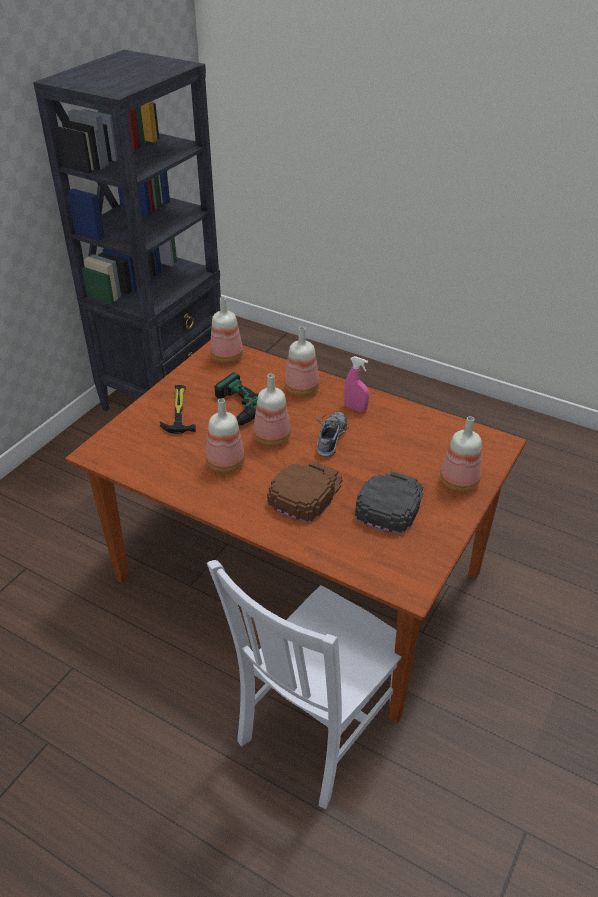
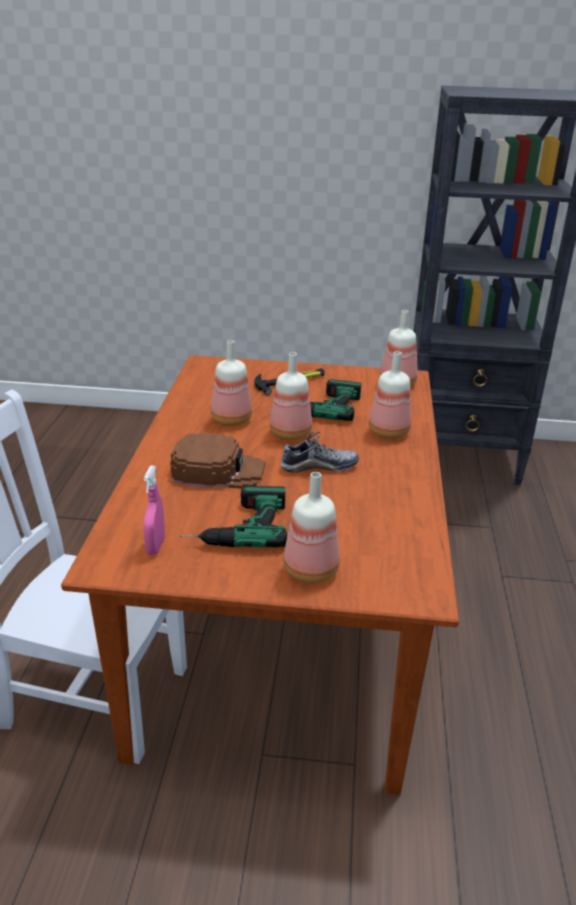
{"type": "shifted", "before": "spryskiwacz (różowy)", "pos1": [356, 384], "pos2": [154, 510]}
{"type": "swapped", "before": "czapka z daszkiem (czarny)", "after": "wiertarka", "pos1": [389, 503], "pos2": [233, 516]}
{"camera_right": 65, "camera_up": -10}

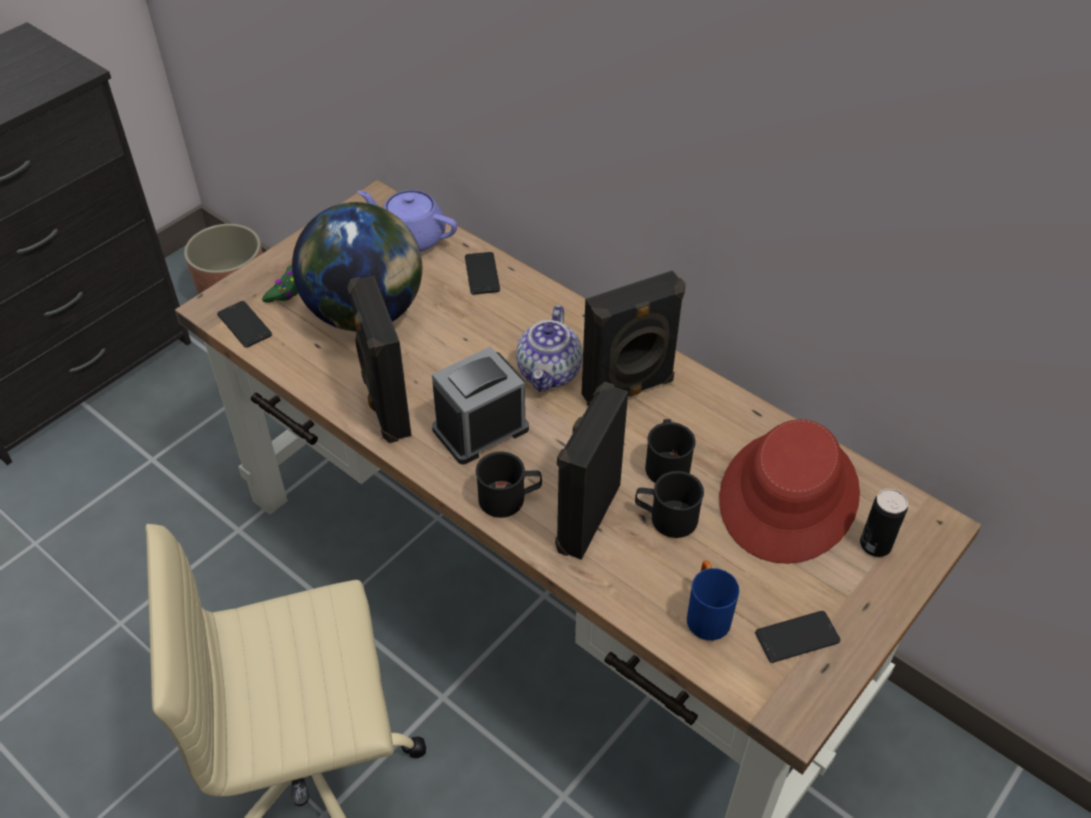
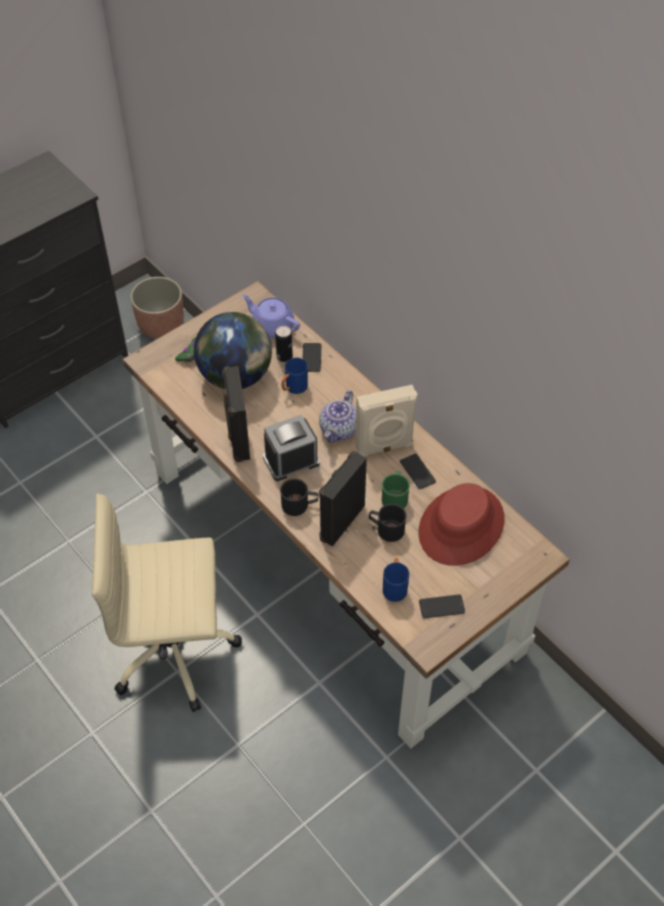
{"type": "shifted", "before": "telefon", "pos1": [244, 324], "pos2": [418, 471]}
{"type": "repainted", "before": "głośnik (czarny)", "after": "głośnik (beżowy)", "pos1": [633, 338], "pos2": [386, 421]}
{"type": "repainted", "before": "kubek (czarny)", "after": "kubek (zielony)", "pos1": [670, 451], "pos2": [396, 490]}
{"type": "shifted", "before": "puszka", "pos1": [884, 523], "pos2": [284, 344]}
{"type": "new", "after": "kubek (niebieski)", "pos2": [294, 376]}
{"camera_right": 10, "camera_up": 5}

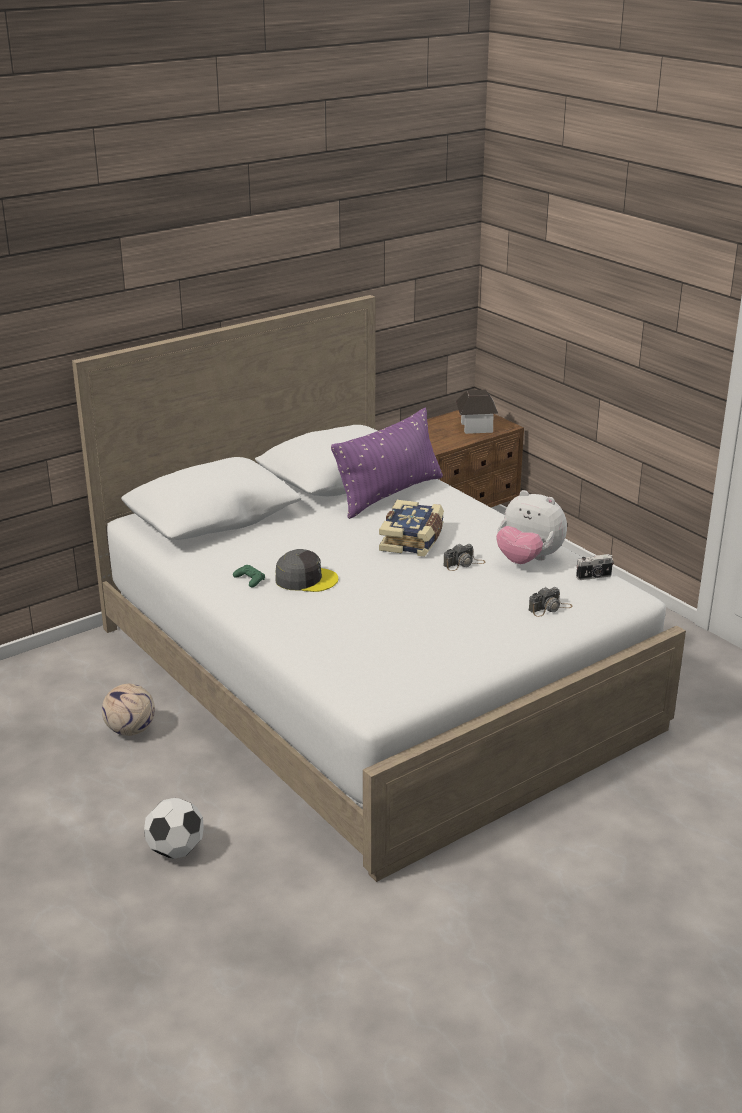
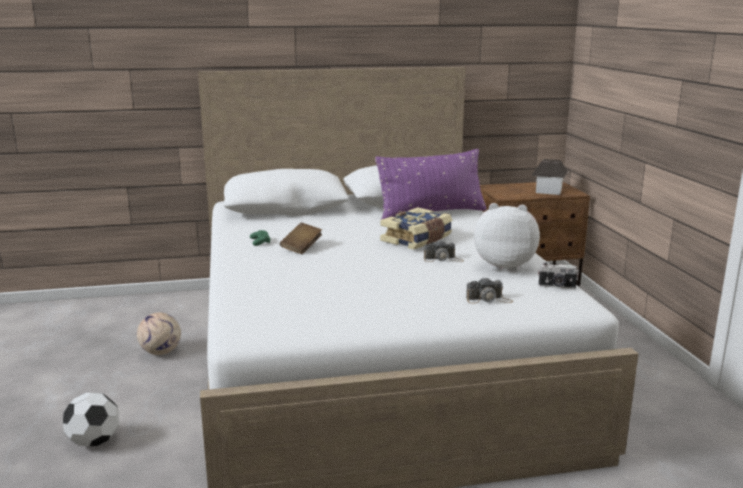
{"type": "swapped", "before": "czapka z daszkiem (szary)", "after": "książka (brązowy)", "pos1": [306, 570], "pos2": [301, 238]}
{"type": "rotated", "before": "pluszak", "pos1": [531, 527], "pos2": [507, 237], "turn": 135}
{"camera_right": 25, "camera_up": -10}

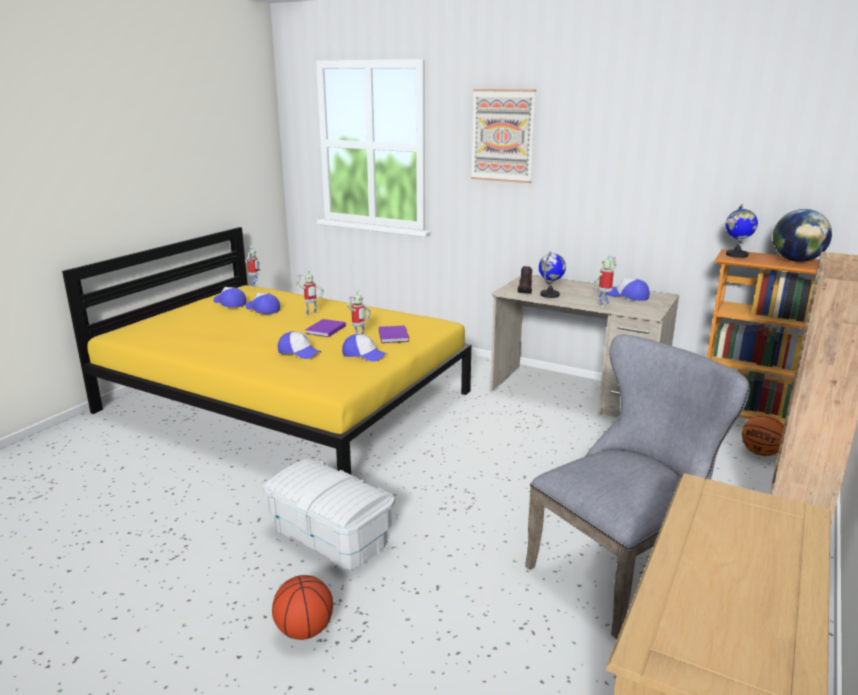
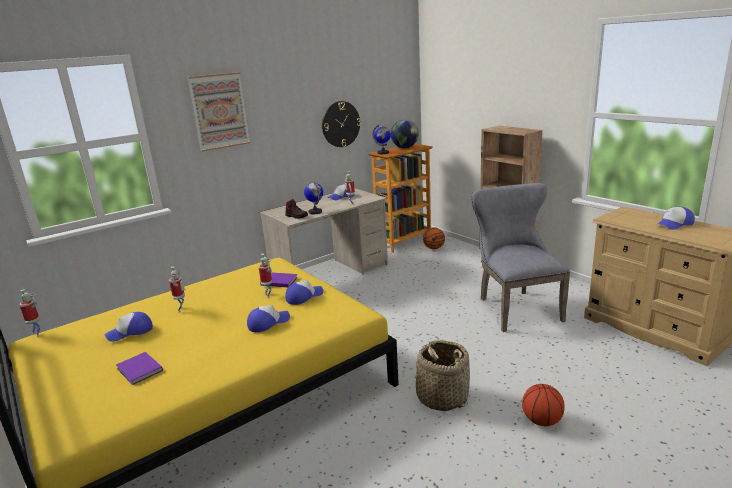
{"type": "shifted", "before": "czapka z daszkiem", "pos1": [229, 297], "pos2": [676, 218]}
{"type": "swapped", "before": "pojemnik do przechowywania (biały)", "after": "koszyk", "pos1": [329, 514], "pos2": [443, 375]}
{"type": "shifted", "before": "książka (fioletowy)", "pos1": [325, 328], "pos2": [139, 368]}
{"type": "new", "after": "zegar ścienny", "pos2": [341, 124]}
{"camera_right": -65, "camera_up": 0}

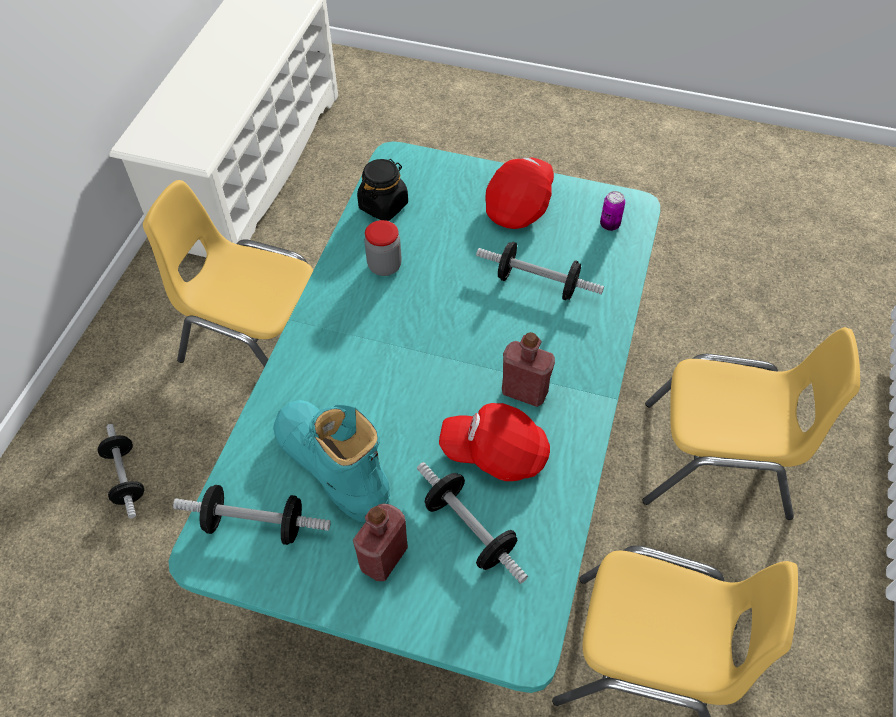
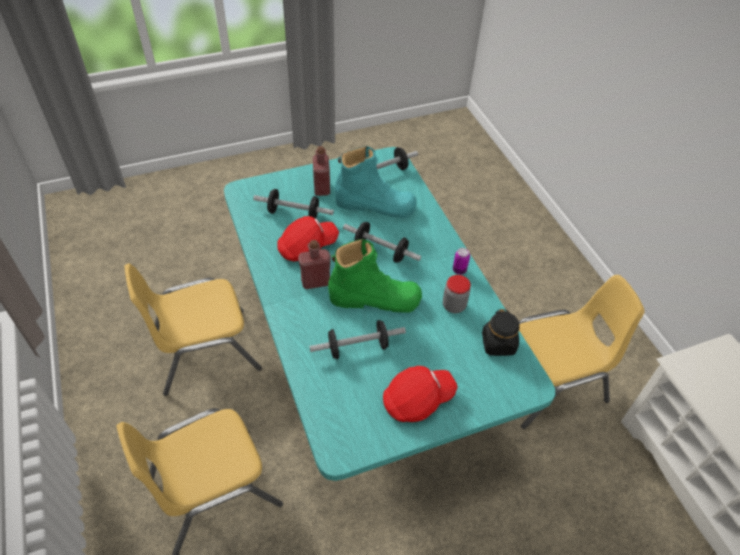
{"type": "shifted", "before": "hantel", "pos1": [121, 471], "pos2": [382, 242]}
{"type": "rotated", "before": "czapka z daszkiem (czerwony)", "pos1": [520, 193], "pos2": [420, 394], "turn": -105}
{"type": "shifted", "before": "puszka", "pos1": [612, 211], "pos2": [461, 261]}
{"type": "new", "after": "but z cholewką (zielony)", "pos2": [375, 275]}
{"camera_right": 140, "camera_up": -5}

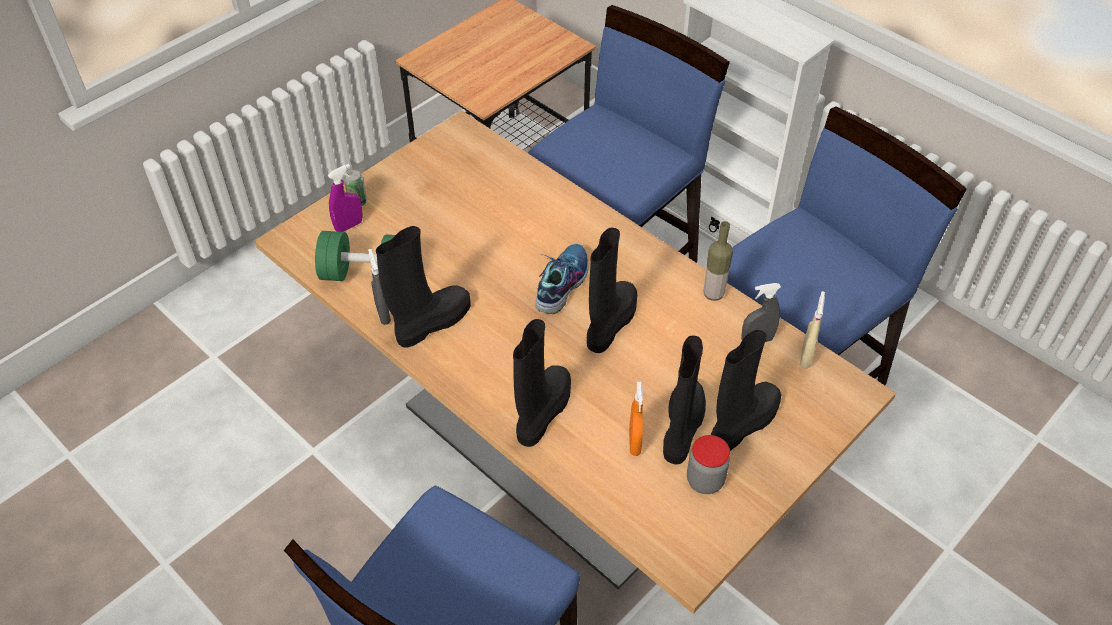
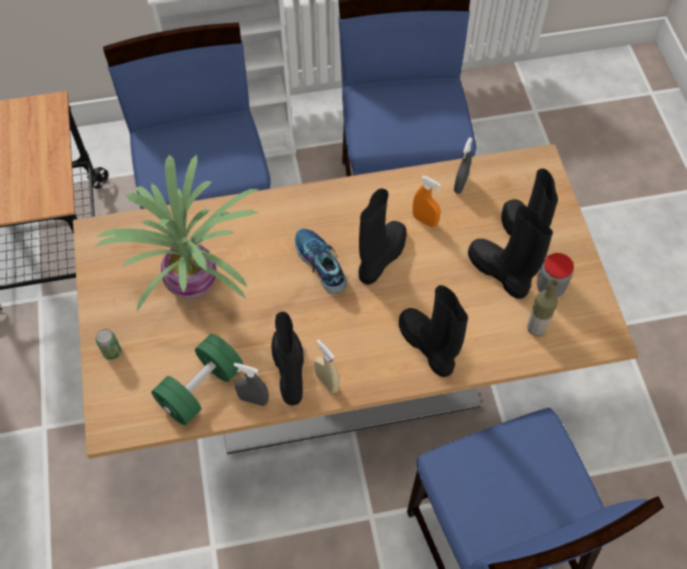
{"type": "gone", "before": "spryskiwacz (fioletowy)", "pos1": [345, 198]}
{"type": "rotated", "before": "but z cholewką (czarny)", "pos1": [612, 290], "pos2": [382, 236], "turn": 60}
{"type": "shifted", "before": "spryskiwacz (pomarańczowy)", "pos1": [636, 419], "pos2": [427, 201]}
{"type": "shifted", "before": "butelka", "pos1": [718, 261], "pos2": [542, 307]}
{"type": "shifted", "before": "spryskiwacz (beżowy)", "pos1": [812, 330], "pos2": [327, 366]}
{"type": "new", "after": "roślina doniczkowa", "pos2": [177, 233]}
{"camera_right": -55, "camera_up": 10}

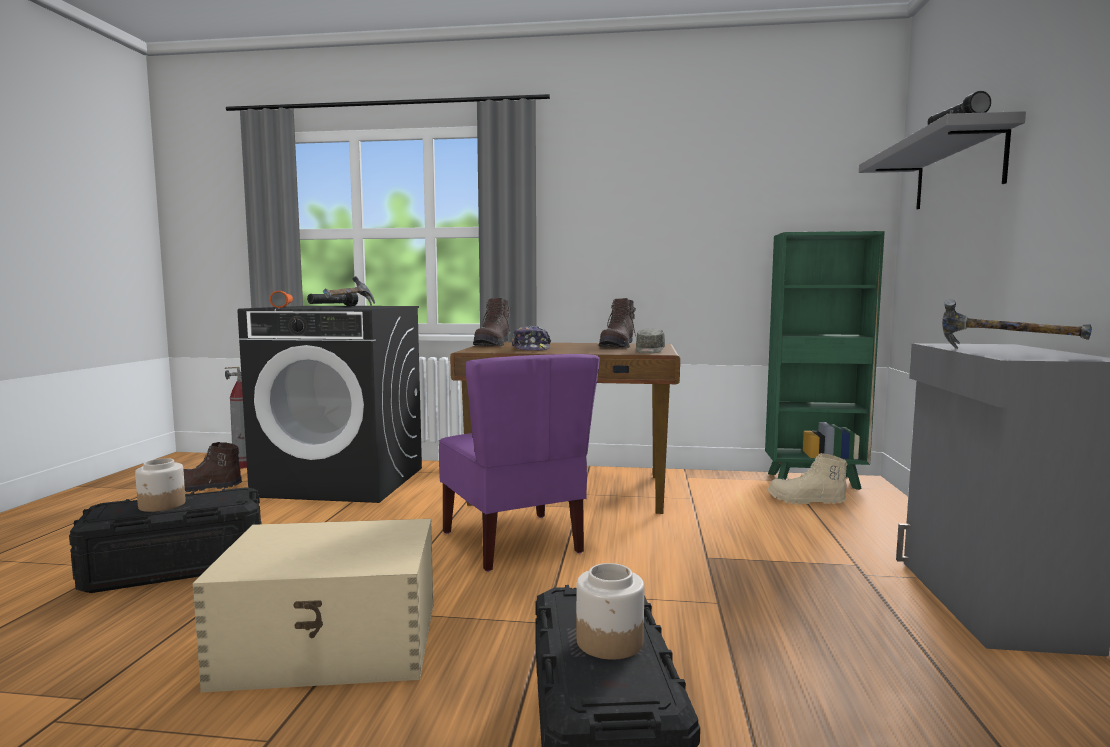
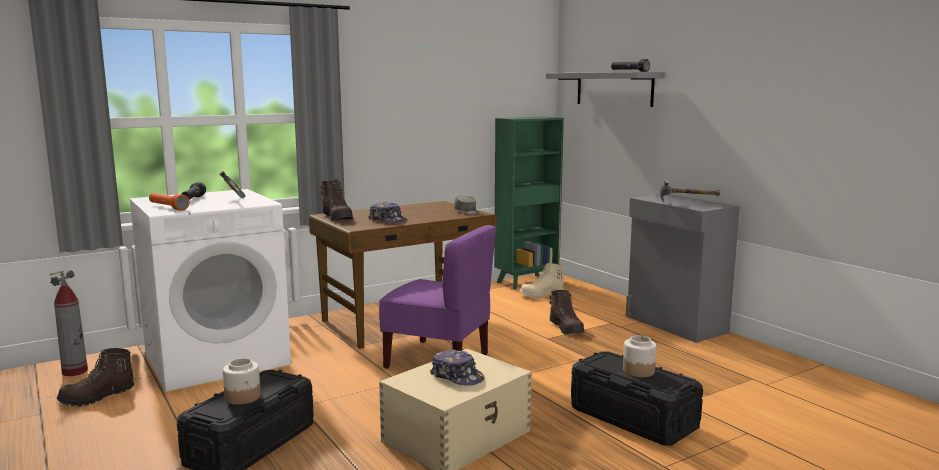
{"type": "repainted", "before": "pralka (czarny)", "after": "pralka (biały)", "pos1": [330, 404], "pos2": [210, 290]}
{"type": "shifted", "before": "but z cholewką (brązowy)", "pos1": [617, 323], "pos2": [566, 312]}
{"type": "new", "after": "czapka z daszkiem", "pos2": [457, 367]}
{"camera_right": -40, "camera_up": 5}

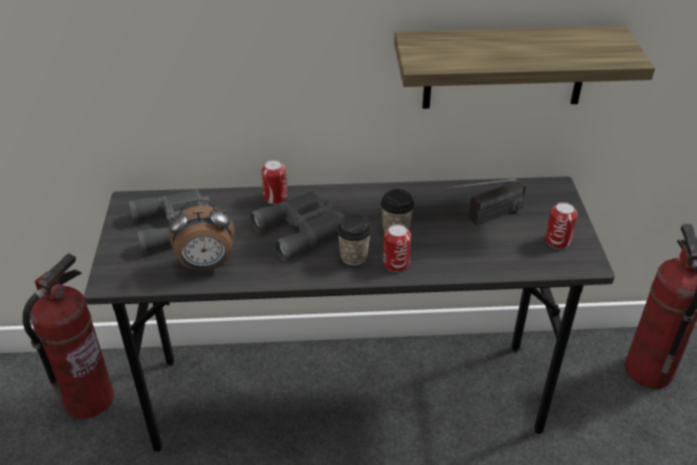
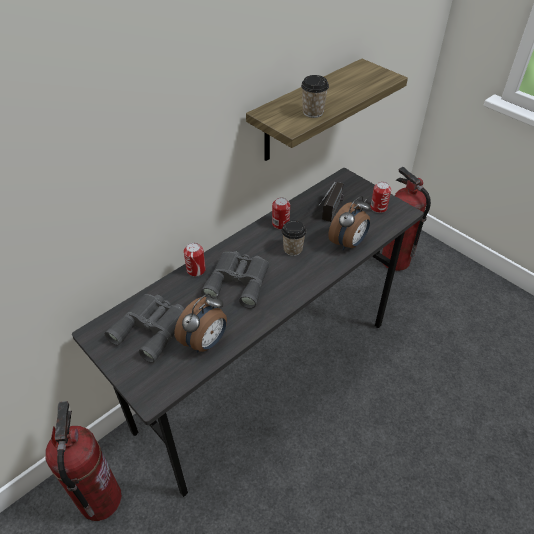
{"type": "shifted", "before": "filiżanka", "pos1": [354, 240], "pos2": [315, 96]}
{"type": "shifted", "before": "puszka", "pos1": [397, 248], "pos2": [281, 213]}
{"type": "new", "after": "budzik", "pos2": [349, 223]}
{"camera_right": -40, "camera_up": 5}

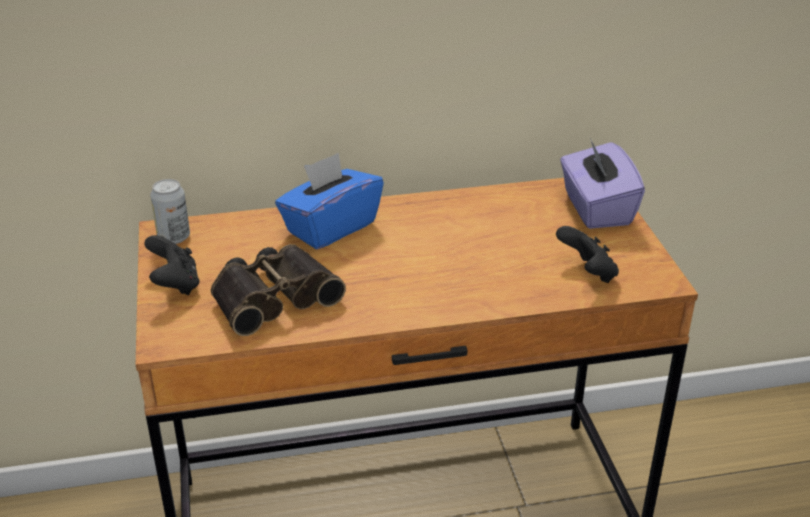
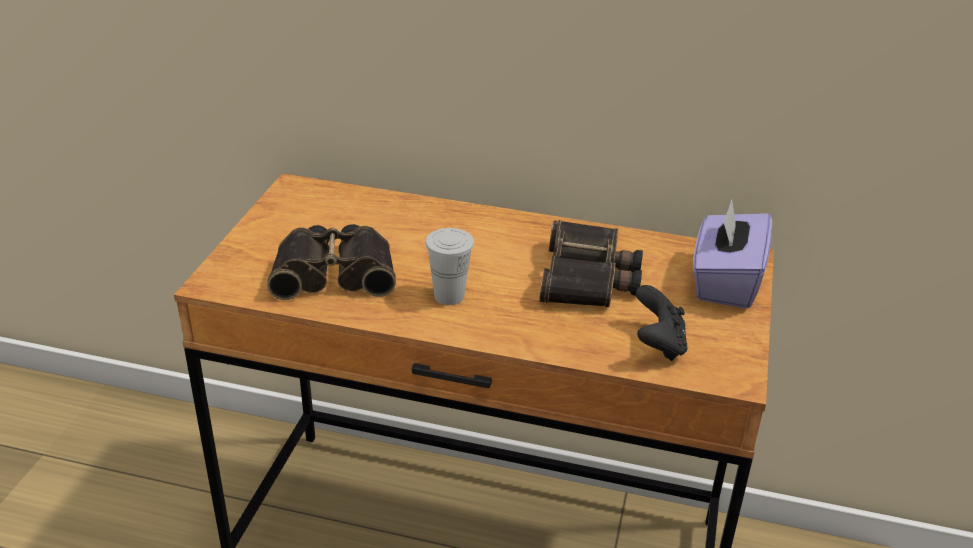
{"type": "gone", "before": "pad do gier (czarny)", "pos1": [171, 265]}
{"type": "gone", "before": "puszka", "pos1": [170, 211]}
{"type": "gone", "before": "pudełko chusteczek (niebieski)", "pos1": [329, 201]}
{"type": "new", "after": "filiżanka (biały)", "pos2": [449, 266]}
{"type": "new", "after": "lornetka", "pos2": [591, 263]}
{"camera_right": 25, "camera_up": 0}

